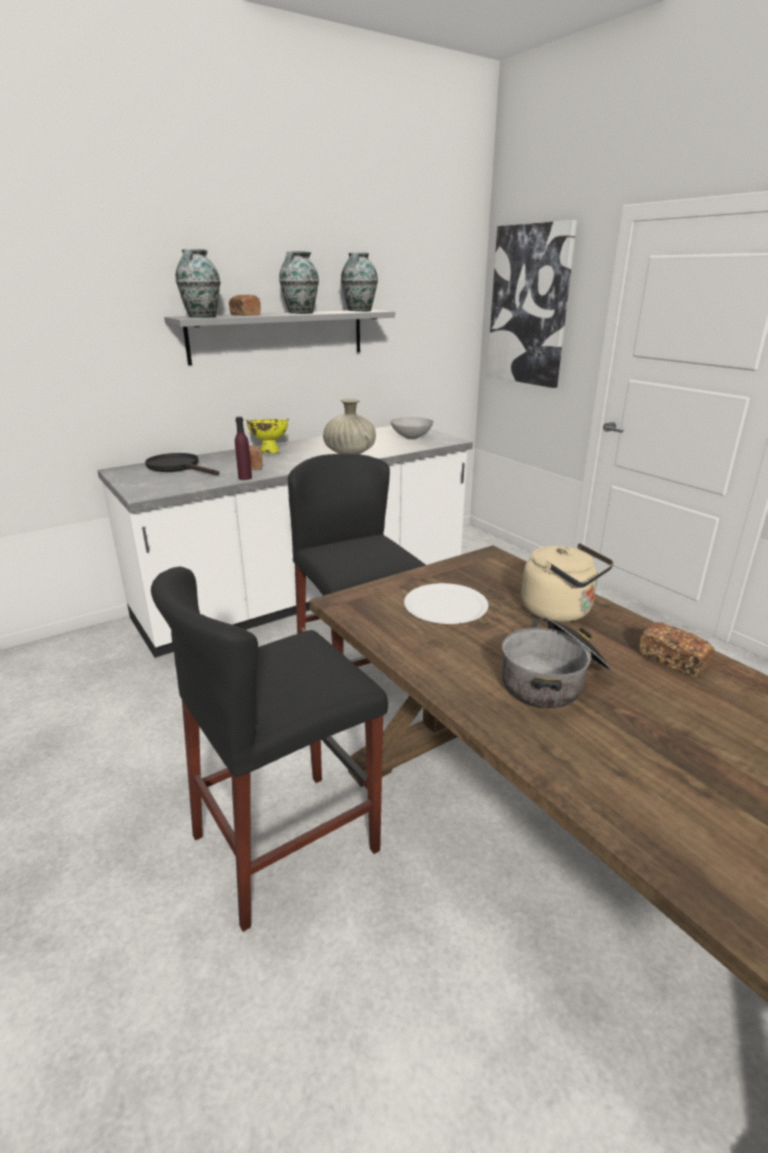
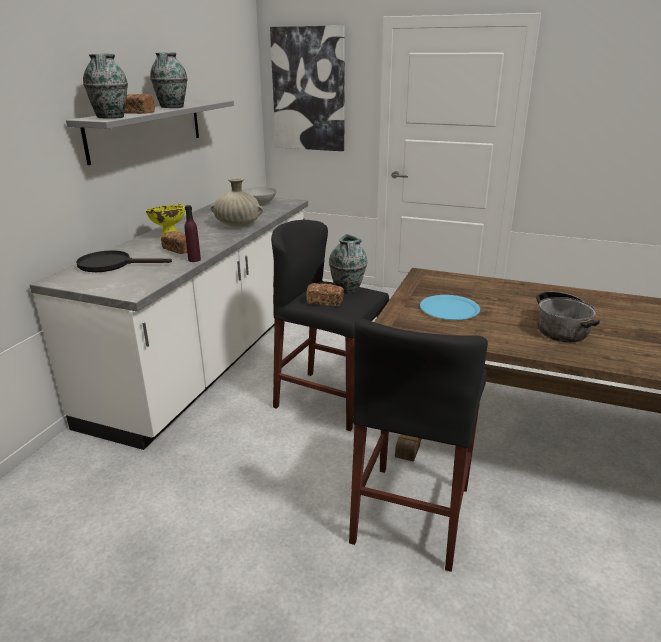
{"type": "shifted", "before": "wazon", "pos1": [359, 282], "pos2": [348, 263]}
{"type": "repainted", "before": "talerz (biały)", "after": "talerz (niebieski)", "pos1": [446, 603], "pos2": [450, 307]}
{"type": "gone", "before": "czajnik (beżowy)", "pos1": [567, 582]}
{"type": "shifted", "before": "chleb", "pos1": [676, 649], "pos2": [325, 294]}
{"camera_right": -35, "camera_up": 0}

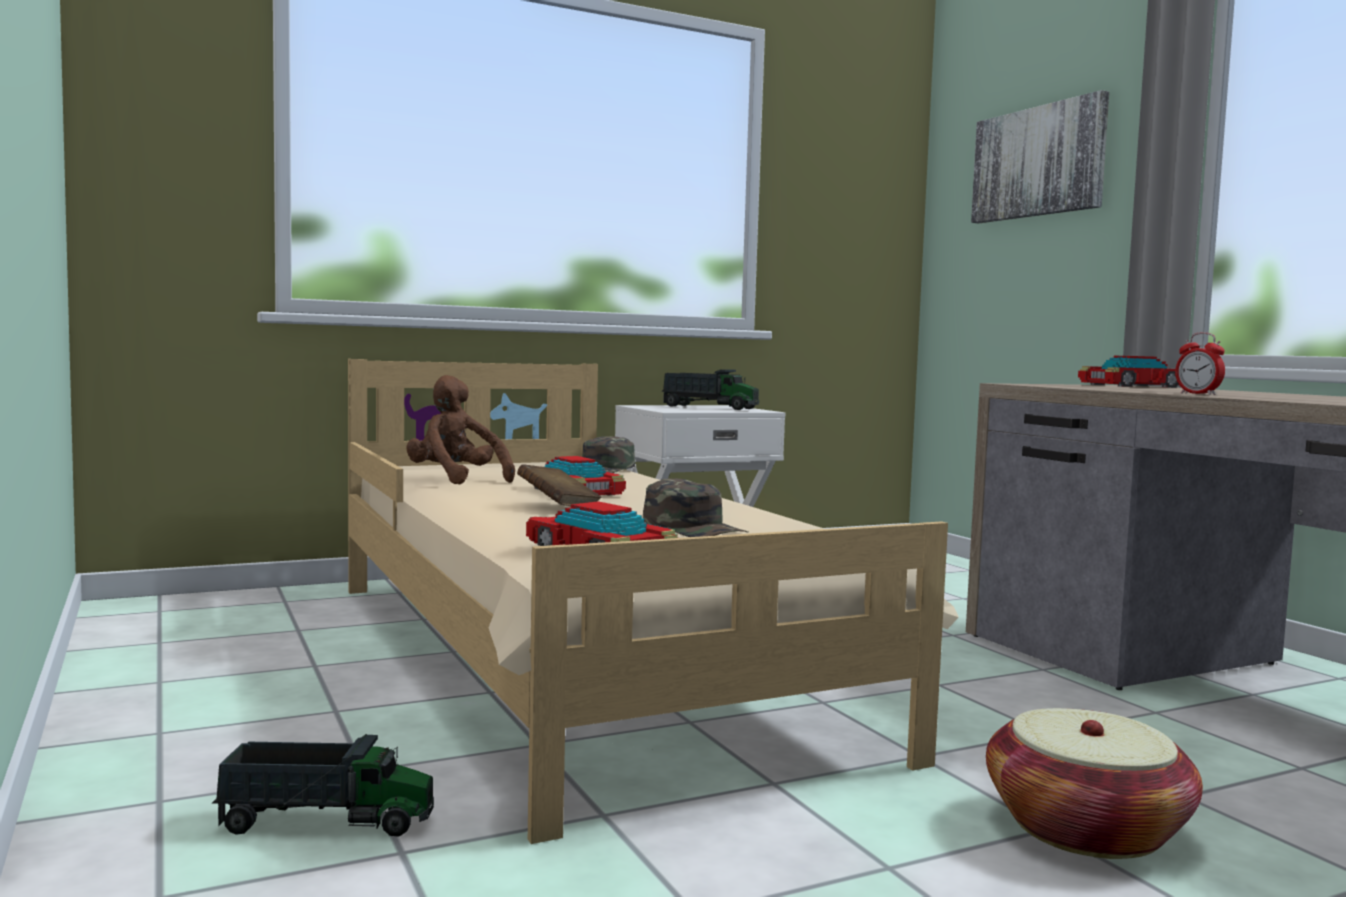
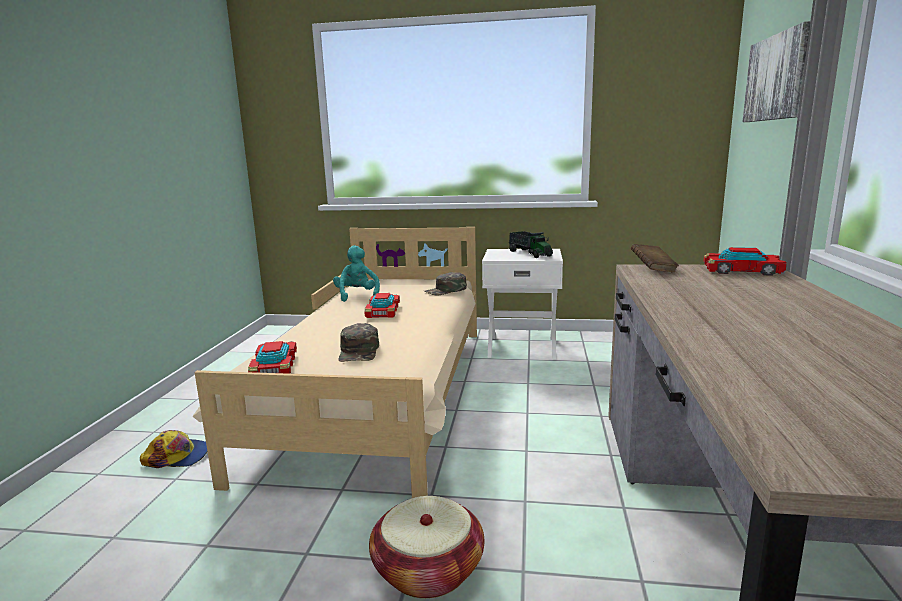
{"type": "swapped", "before": "ciężarówka zabawkowa", "after": "czapka z daszkiem", "pos1": [323, 785], "pos2": [173, 449]}
{"type": "repainted", "before": "pluszak (brązowy)", "after": "pluszak (turkusowy)", "pos1": [460, 430], "pos2": [356, 273]}
{"type": "shifted", "before": "książka (brązowy)", "pos1": [559, 485], "pos2": [655, 258]}
{"type": "gone", "before": "budzik", "pos1": [1200, 364]}
{"camera_right": 35, "camera_up": 10}

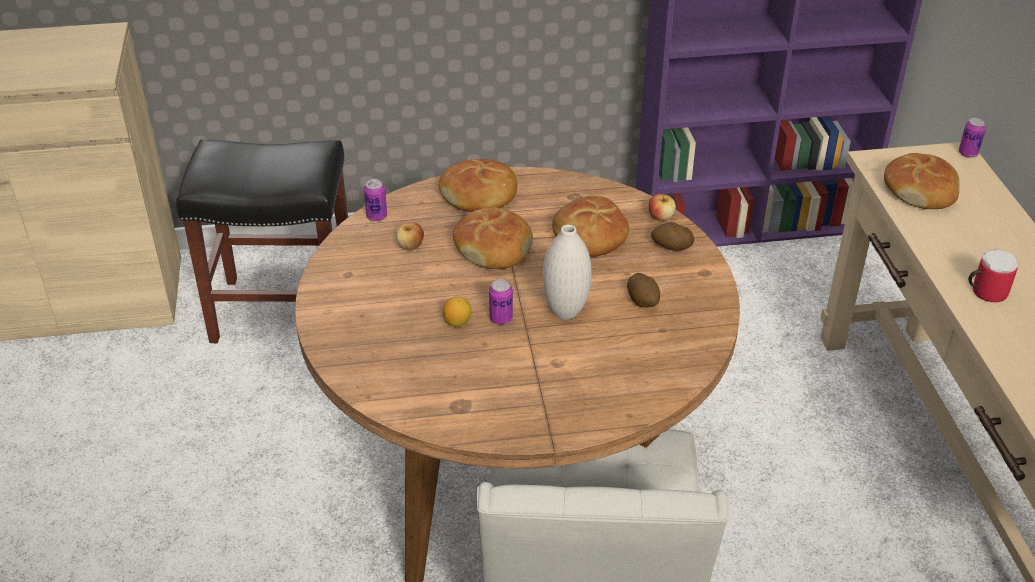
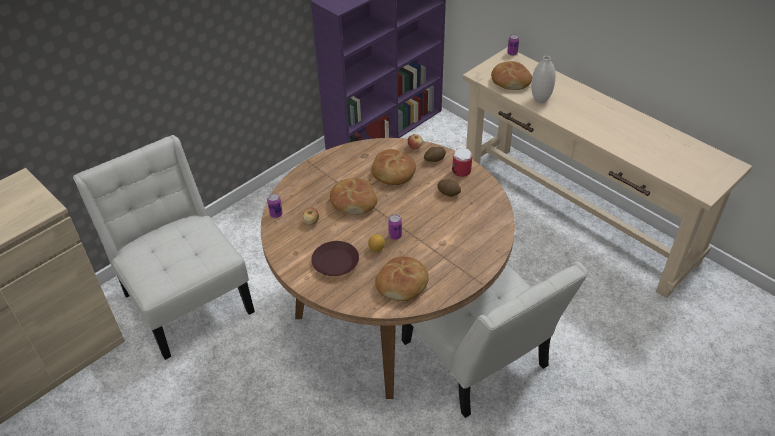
{"type": "swapped", "before": "stołek (czarny)", "after": "krzesło (biały)", "pos1": [262, 241], "pos2": [164, 247]}
{"type": "shifted", "before": "chleb", "pos1": [478, 185], "pos2": [402, 278]}
{"type": "shifted", "before": "wazon (biały)", "pos1": [567, 272], "pos2": [543, 79]}
{"type": "shifted", "before": "kubek", "pos1": [993, 275], "pos2": [462, 162]}
{"type": "new", "after": "talerz (brązowy)", "pos2": [335, 258]}
{"camera_right": -35, "camera_up": 5}

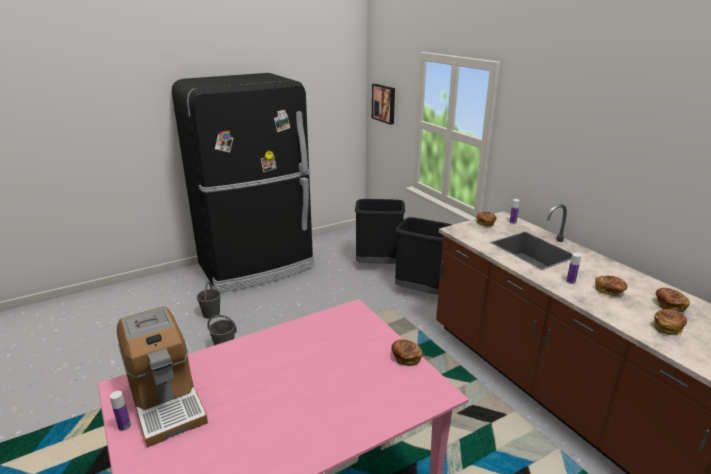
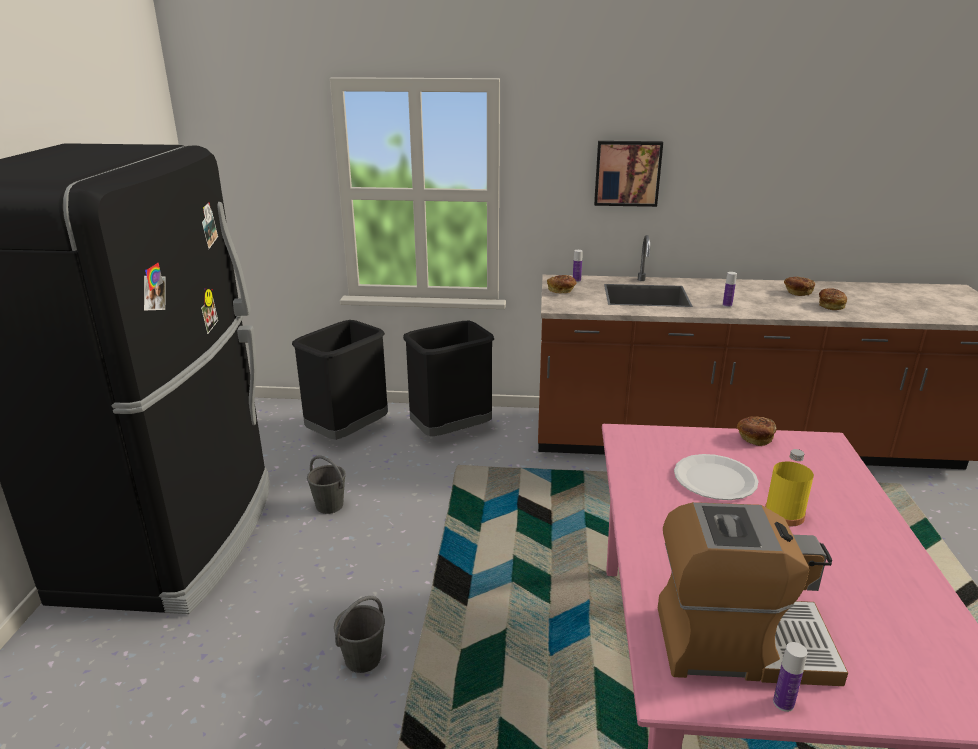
{"type": "shifted", "before": "wiadro (szary)", "pos1": [209, 300], "pos2": [326, 485]}
{"type": "shifted", "before": "obraz", "pos1": [383, 104], "pos2": [628, 174]}
{"type": "gone", "before": "chleb", "pos1": [611, 285]}
{"type": "new", "after": "talerz (biały)", "pos2": [716, 477]}
{"type": "new", "after": "butelka (żółty)", "pos2": [789, 487]}
{"camera_right": -55, "camera_up": 0}

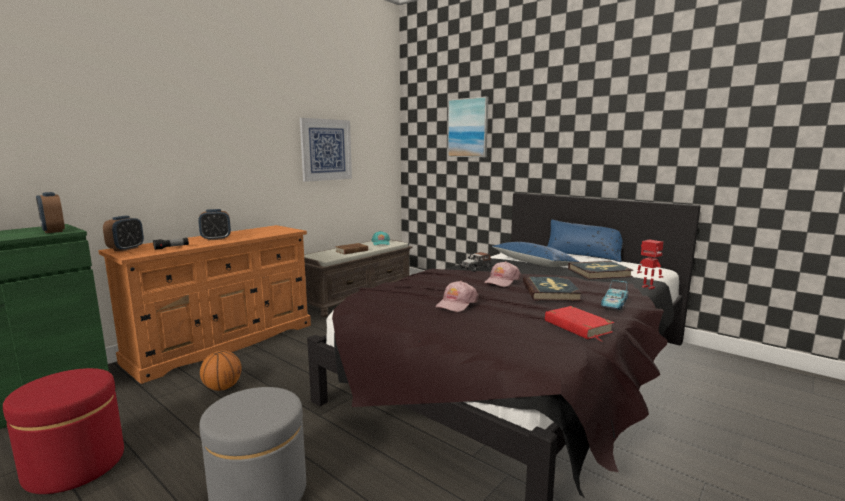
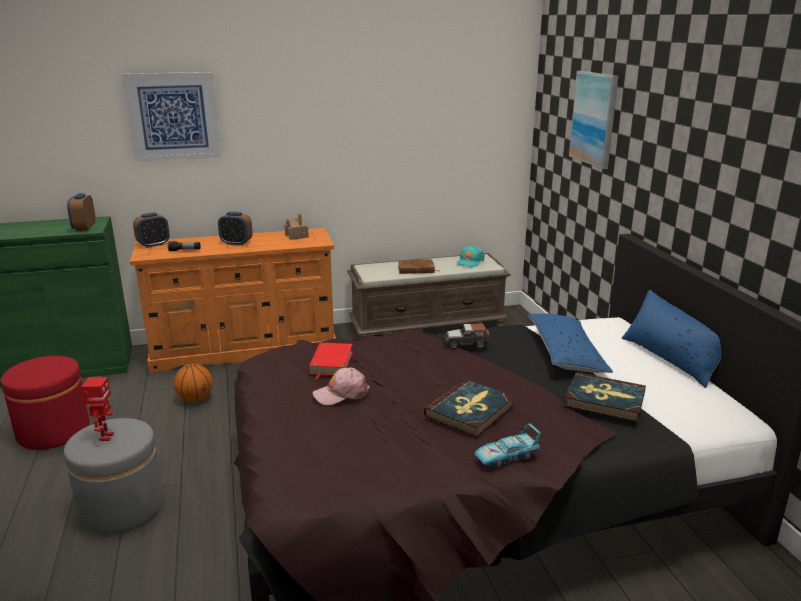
{"type": "shifted", "before": "obraz", "pos1": [326, 150], "pos2": [171, 117]}
{"type": "gone", "before": "czapka z daszkiem (różowy)", "pos1": [502, 274]}
{"type": "shifted", "before": "książka (czerwony)", "pos1": [579, 324], "pos2": [331, 360]}
{"type": "shifted", "before": "robot zabawkowy", "pos1": [650, 264], "pos2": [97, 409]}
{"type": "new", "after": "domek", "pos2": [296, 225]}
{"camera_right": 35, "camera_up": 10}

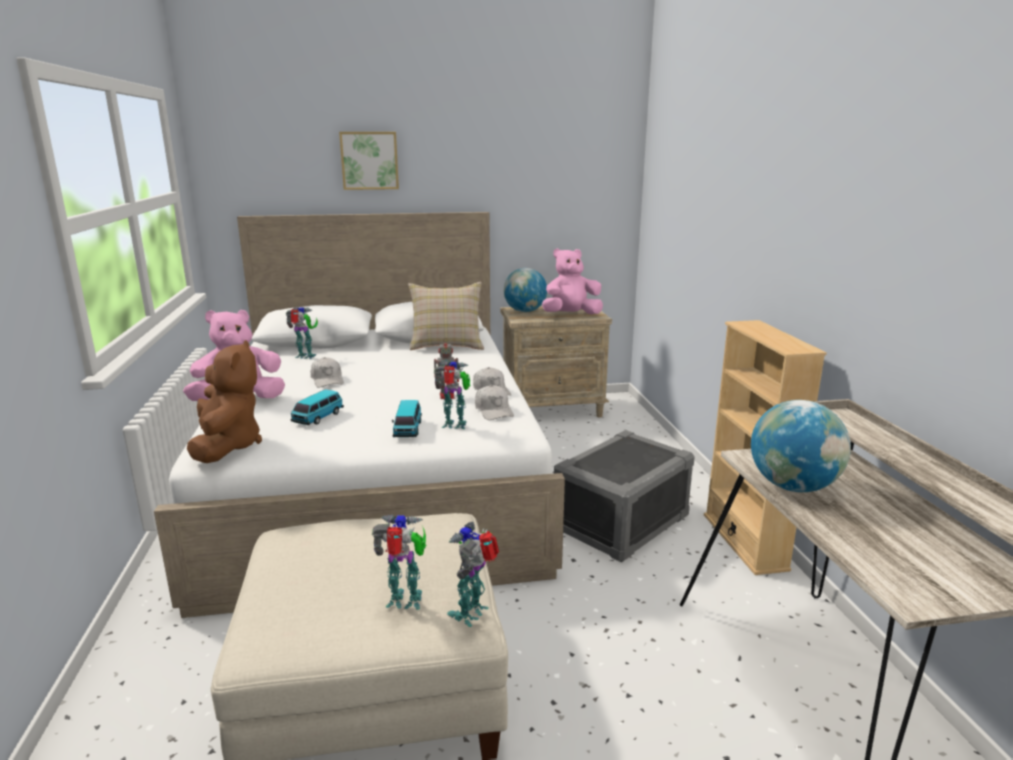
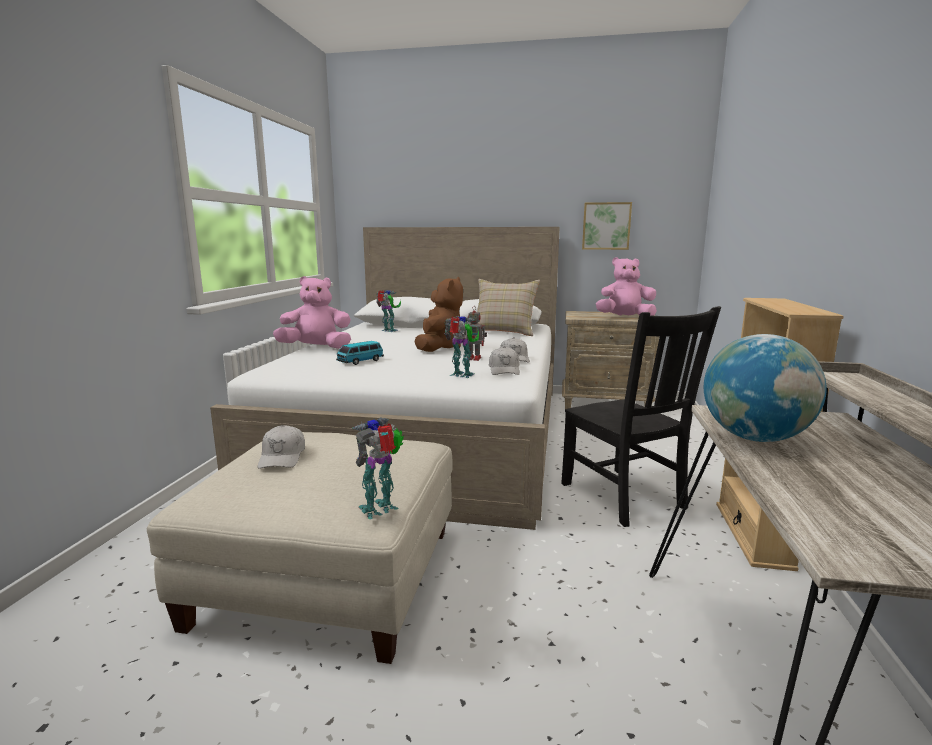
{"type": "shifted", "before": "pluszak (brązowy)", "pos1": [224, 401], "pos2": [439, 314]}
{"type": "shifted", "before": "czapka z daszkiem (biały)", "pos1": [327, 372], "pos2": [281, 446]}
{"type": "shifted", "before": "obraz", "pos1": [369, 161], "pos2": [607, 226]}
{"type": "gone", "before": "robot zabawkowy", "pos1": [399, 562]}
{"type": "gone", "before": "samochodzik", "pos1": [407, 418]}
{"type": "gone", "before": "globus", "pos1": [525, 290]}
{"type": "swapped", "before": "pojemnik do przechowywania (szary)", "after": "krzesło (czarny)", "pos1": [624, 496], "pos2": [641, 416]}
{"camera_right": 20, "camera_up": -5}

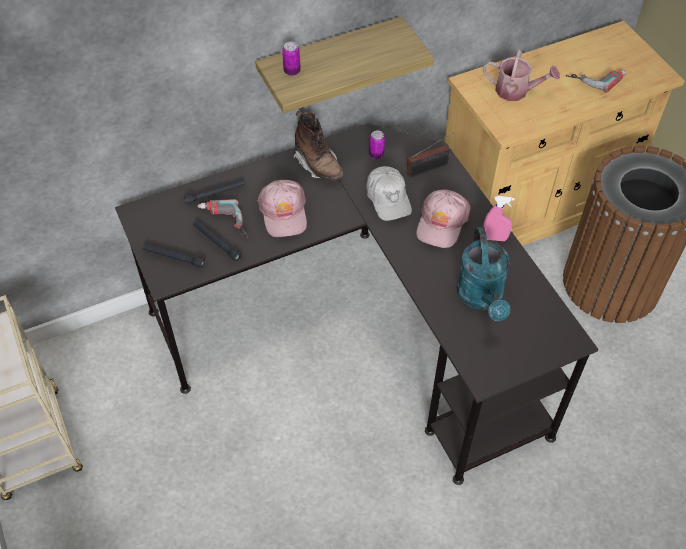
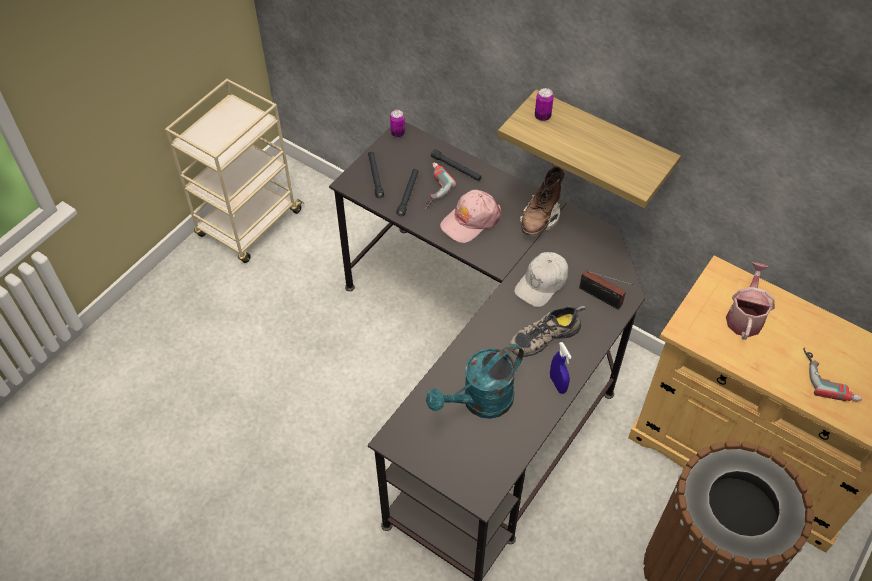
{"type": "shifted", "before": "puszka", "pos1": [377, 145], "pos2": [397, 123]}
{"type": "swapped", "before": "czapka z daszkiem (różowy)", "after": "but", "pos1": [444, 219], "pos2": [548, 331]}
{"type": "rotated", "before": "konewka", "pos1": [521, 75], "pos2": [750, 301], "turn": -150}
{"type": "repainted", "before": "spryskiwacz (różowy)", "after": "spryskiwacz (niebieski)", "pos1": [499, 218], "pos2": [561, 368]}
{"camera_right": 60, "camera_up": 0}

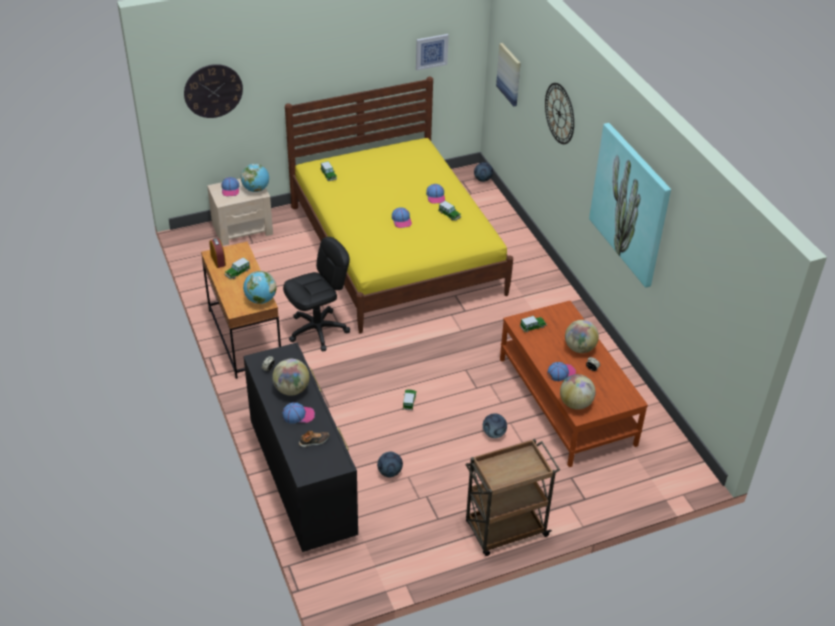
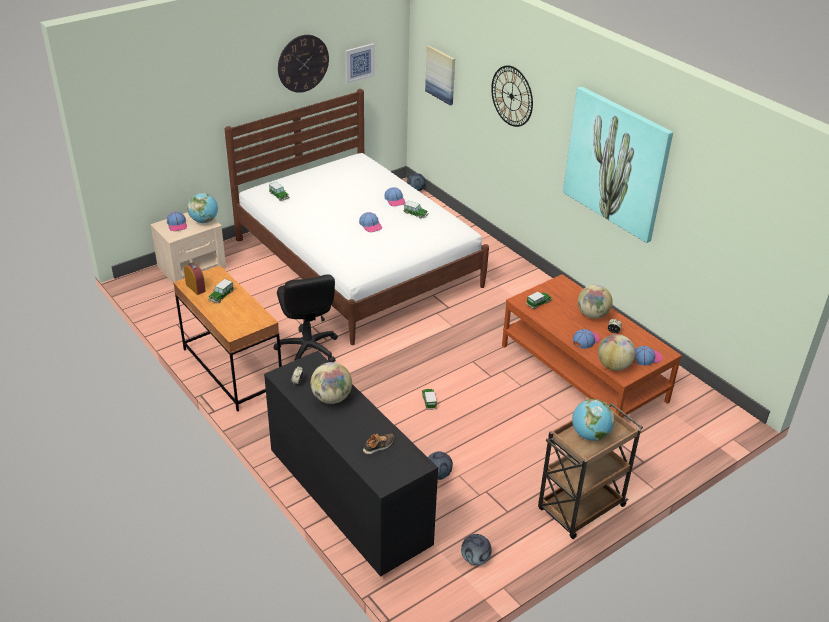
{"type": "shifted", "before": "zegar ścienny", "pos1": [213, 91], "pos2": [303, 64]}
{"type": "shifted", "before": "globus", "pos1": [260, 287], "pos2": [593, 420]}
{"type": "shifted", "before": "czapka z daszkiem", "pos1": [298, 412], "pos2": [648, 356]}
{"type": "rotated", "before": "krzesło biurowe (czarny)", "pos1": [316, 294], "pos2": [306, 318], "turn": 120}
{"type": "repainted", "before": "łóżko (żółty)", "after": "łóżko (biały)", "pos1": [399, 205], "pos2": [357, 217]}
{"type": "shifted", "before": "piłka futbolowa", "pos1": [495, 425], "pos2": [476, 549]}
{"camera_right": -15, "camera_up": -5}

